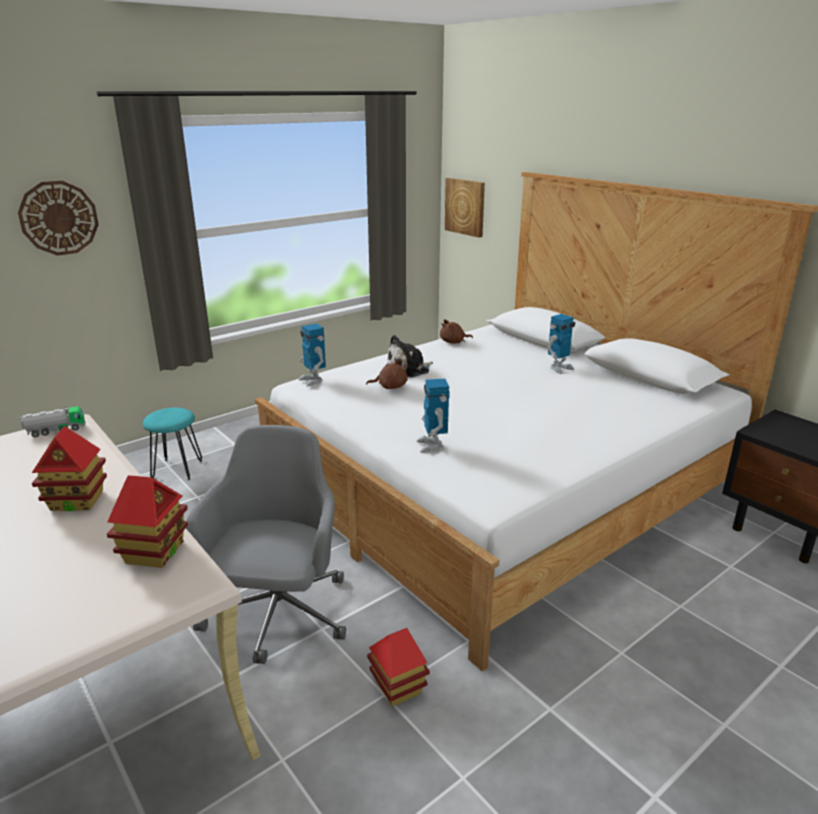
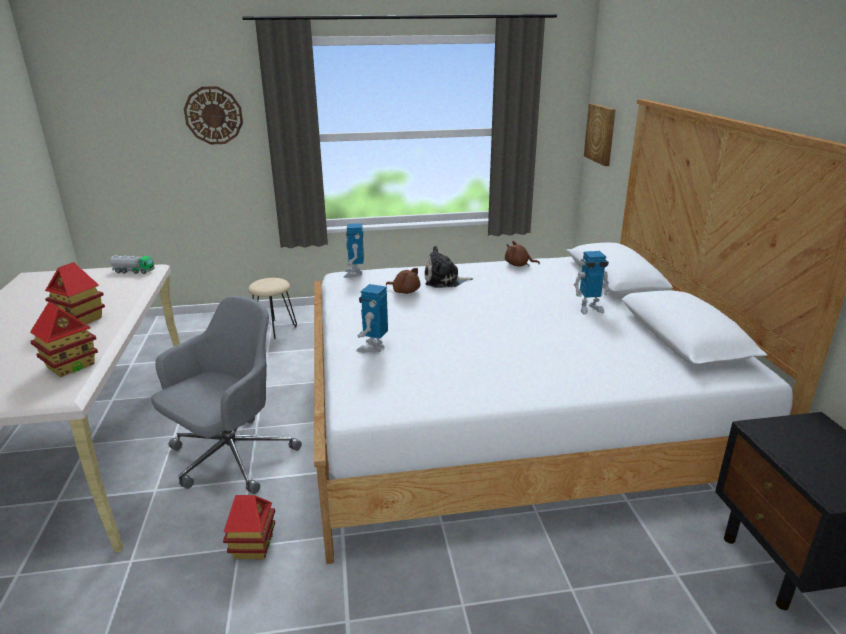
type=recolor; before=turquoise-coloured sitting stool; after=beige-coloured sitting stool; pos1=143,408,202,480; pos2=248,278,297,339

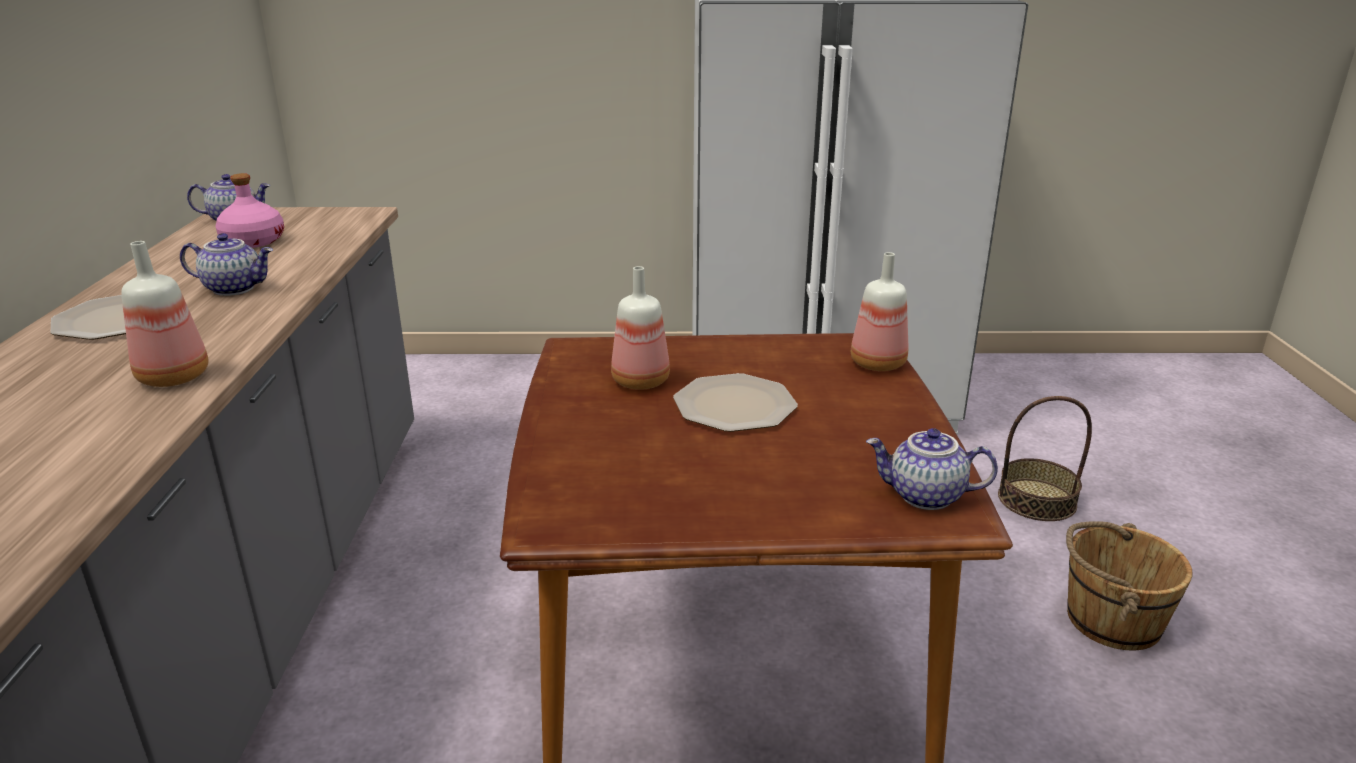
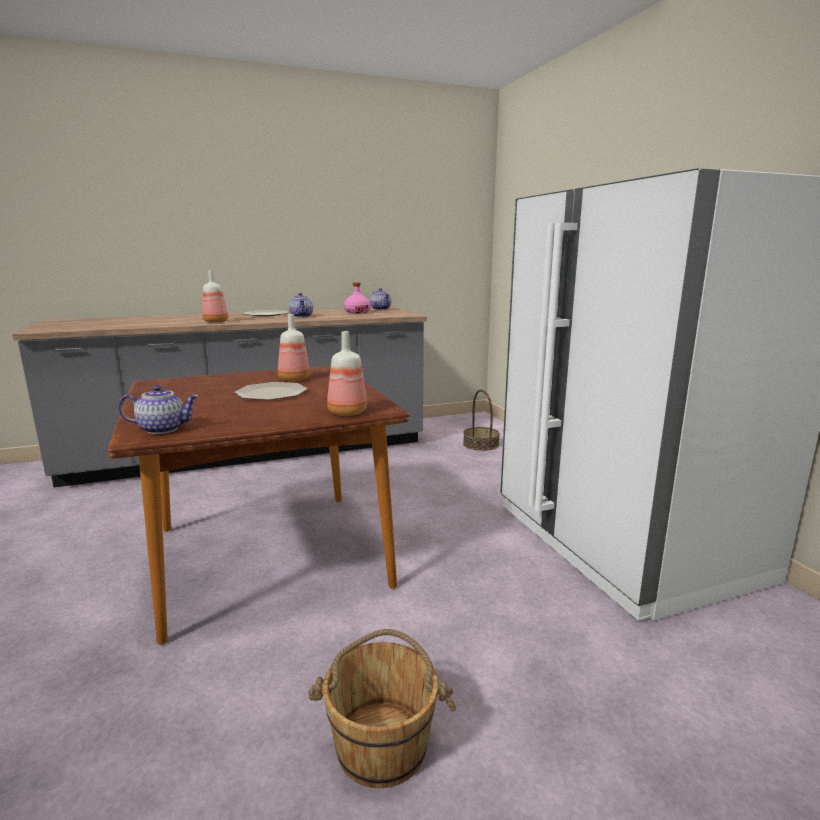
type=rotate; before=teapot; pos1=866,428,998,510; pos2=118,385,199,434; turn=90
type=move; before=storage basket; pos1=998,396,1092,521; pos2=463,390,500,451

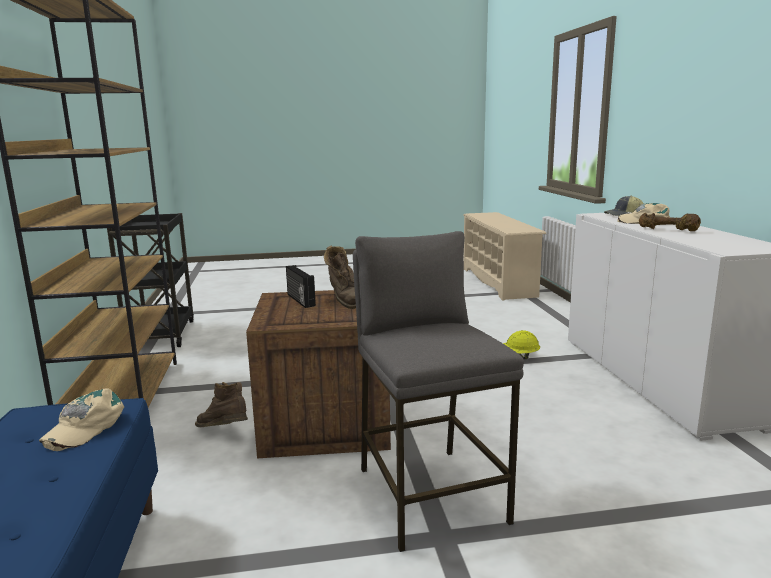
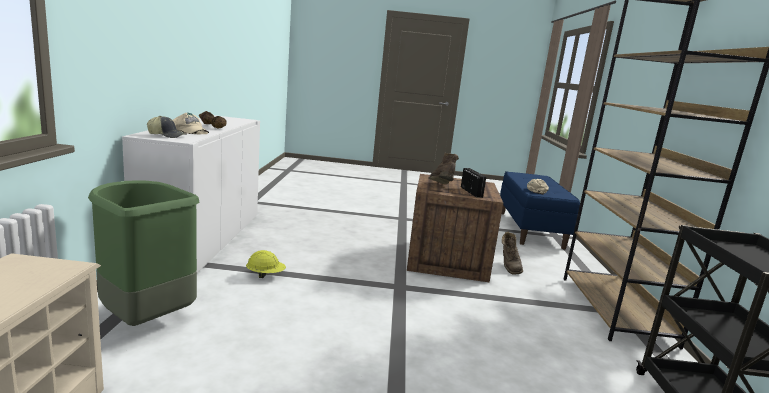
type=insert; after=green-coloured rubbish bin; pos2=88,180,200,326
type=rotate; before=brown-coloured tall boot; pos1=195,382,248,427; pos2=502,232,523,275; turn=45
type=delete; before=grey sitting stool; pos1=353,231,524,552

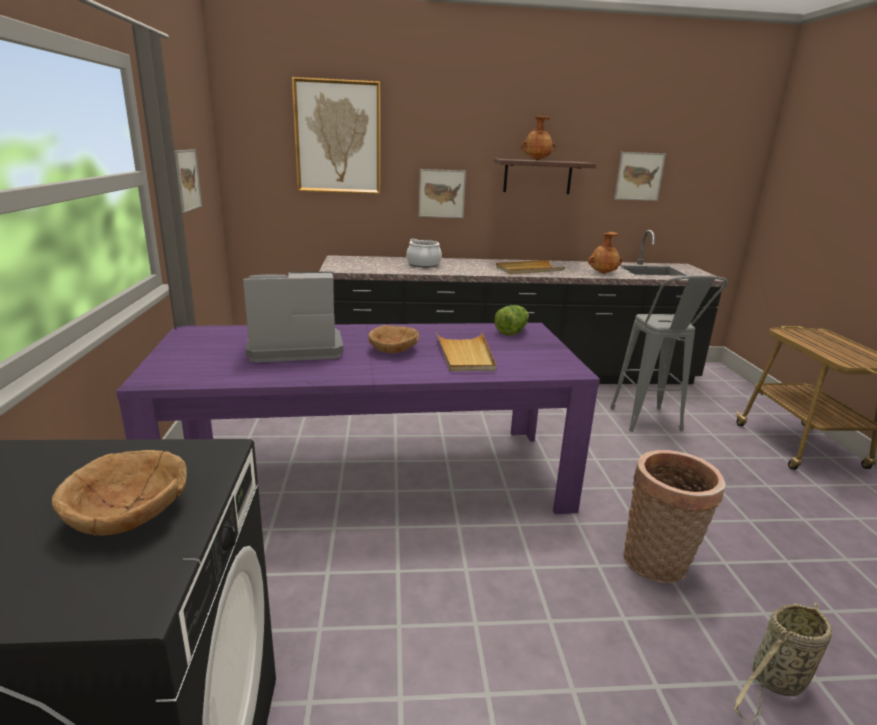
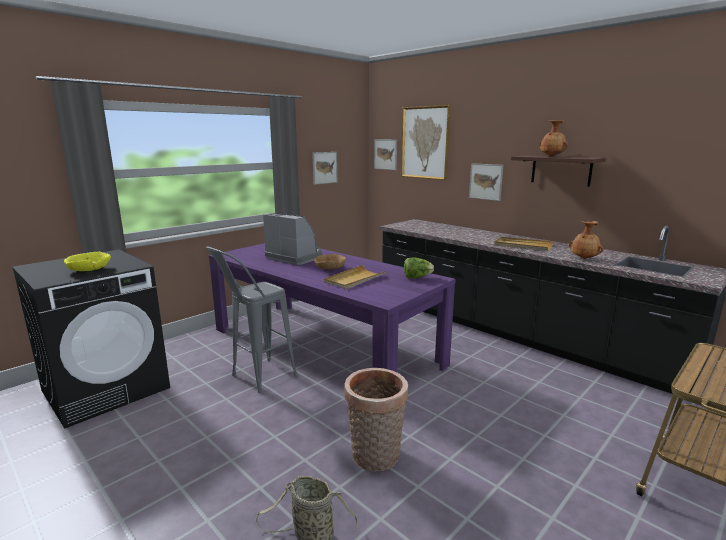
type=recolor; before=brown-coloured deep dish; after=yellow deep dish; pos1=52,450,187,536; pos2=64,252,111,271
type=move; before=grey sitting stool; pos1=610,276,728,432; pos2=205,247,297,393
type=move; before=picture; pos1=614,152,666,201; pos2=374,139,397,170
type=delete; before=saucepot; pos1=406,239,442,268

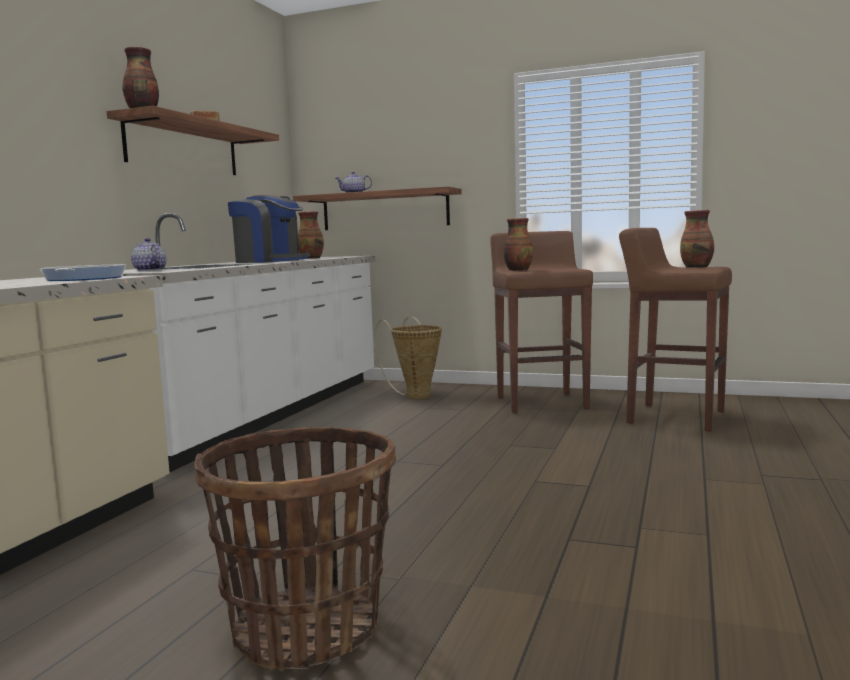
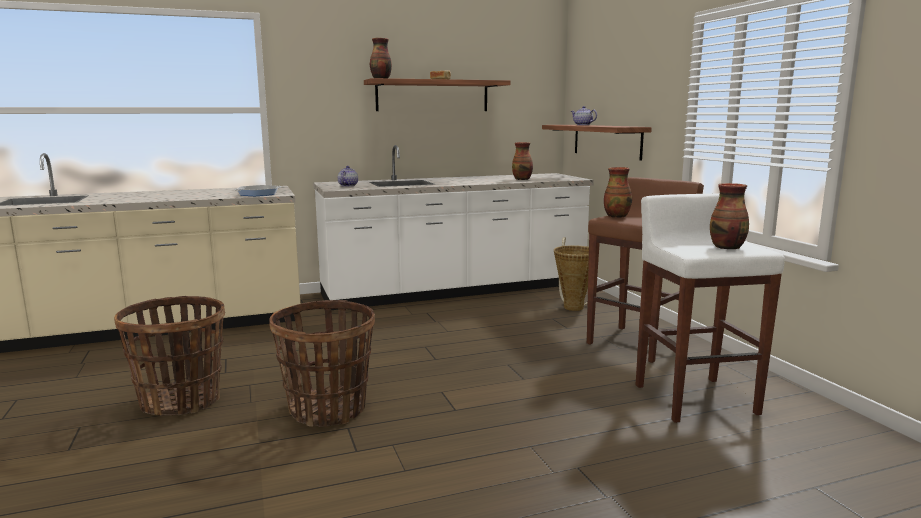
type=insert; after=storage basket; pos2=269,300,375,427
type=recolor; before=brown-coloured sitting stool; after=whitish sitting stool; pos1=619,228,732,432; pos2=636,193,785,423
type=delete; before=coffee brewer; pos1=228,195,310,263

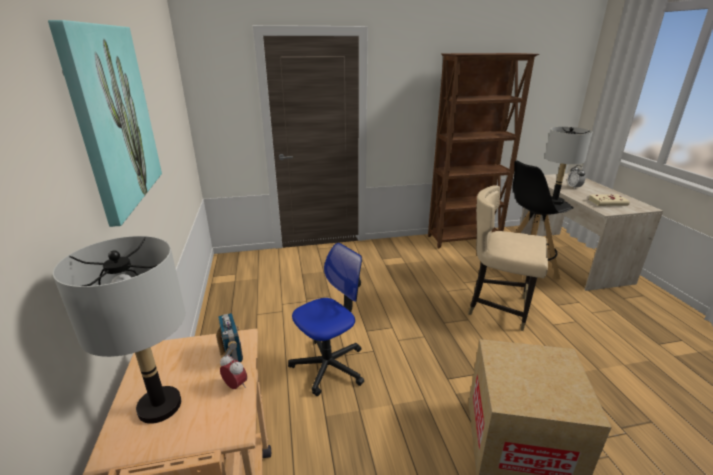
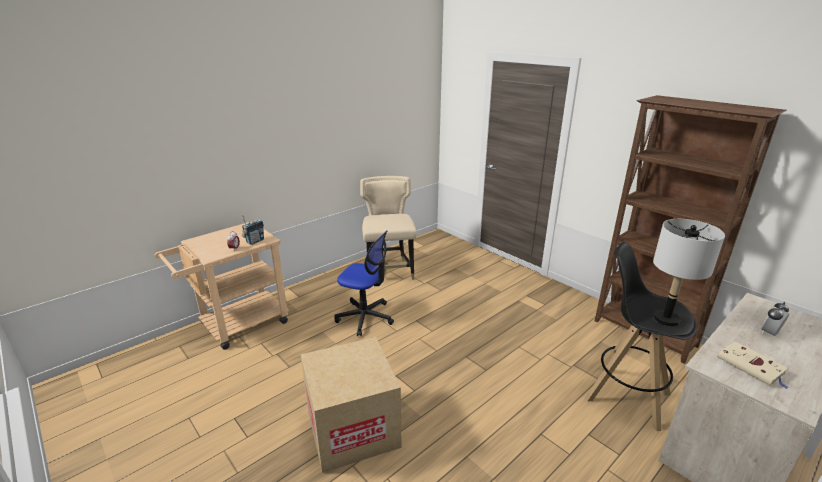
type=move; before=beige-coloured plain chair; pos1=468,185,548,331; pos2=360,176,417,280
type=delete; before=picture; pos1=48,20,162,227
type=delete; before=grey lamp for a table; pos1=53,236,185,424

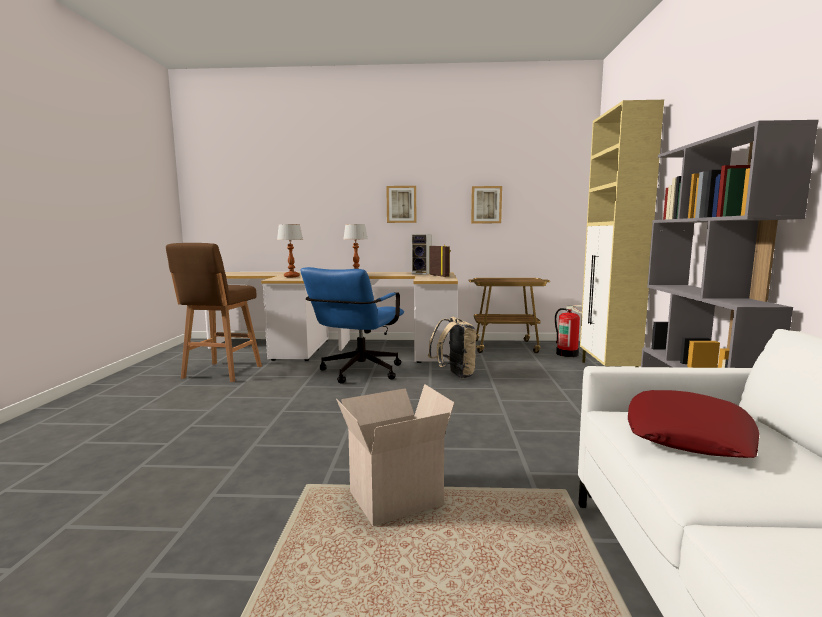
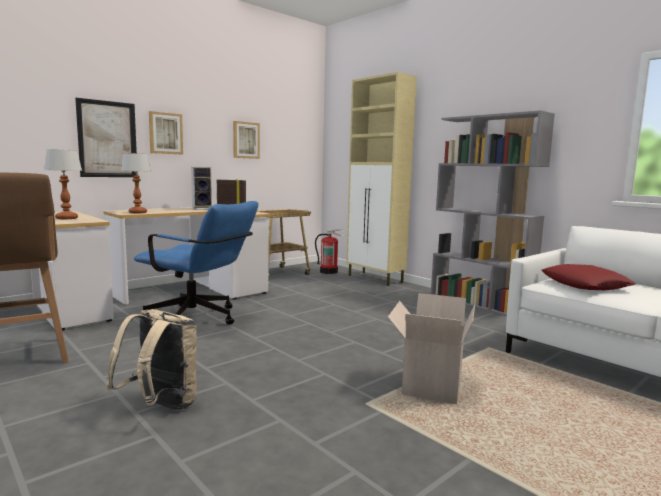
type=insert; after=picture; pos2=75,98,138,177
type=move; before=beige-coloured backpack; pos1=428,317,477,379; pos2=106,309,197,410
type=rotate; before=bluish desk chair; pos1=300,267,404,384; pos2=134,201,258,325; turn=-45

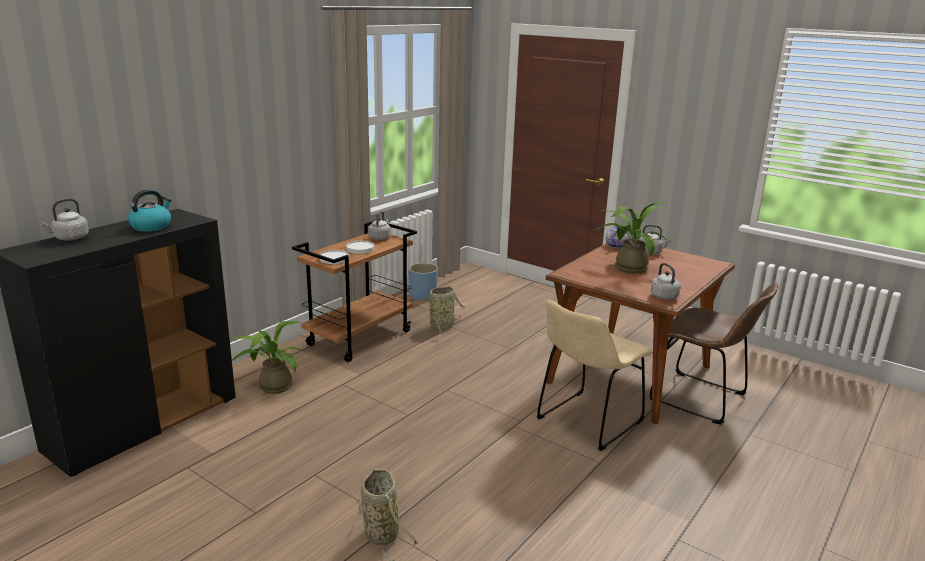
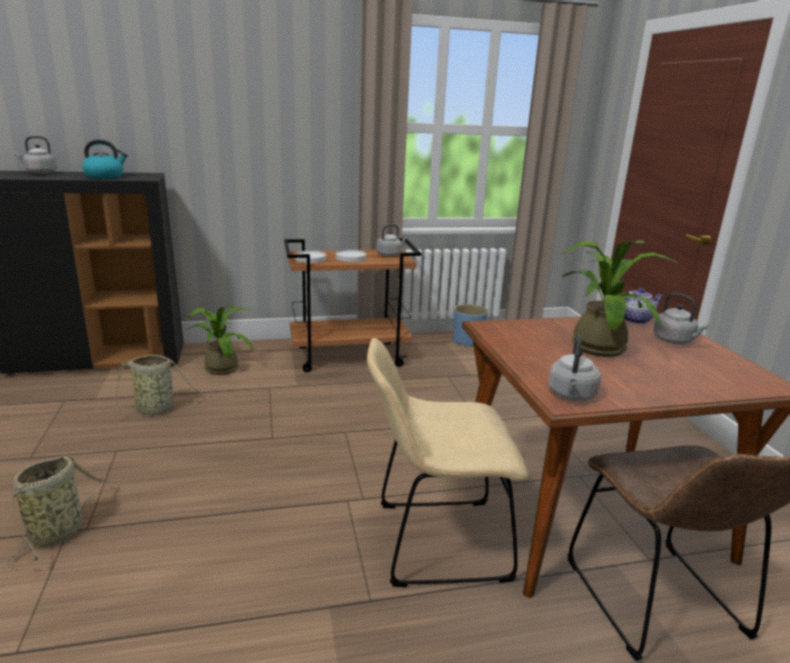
type=move; before=storage basket; pos1=424,286,465,333; pos2=113,355,212,415

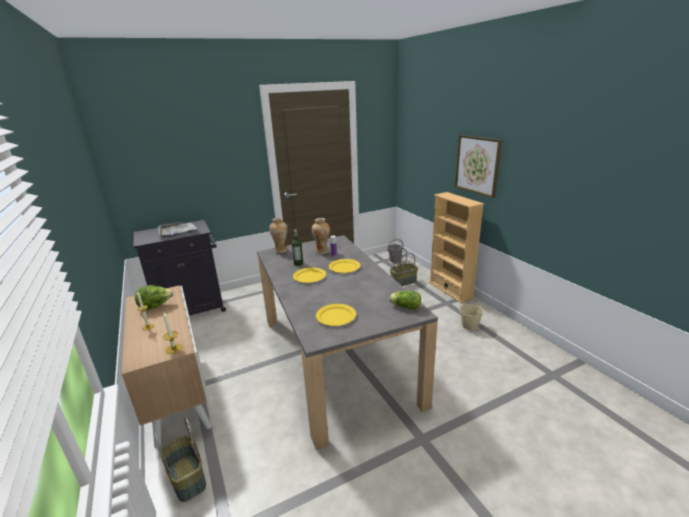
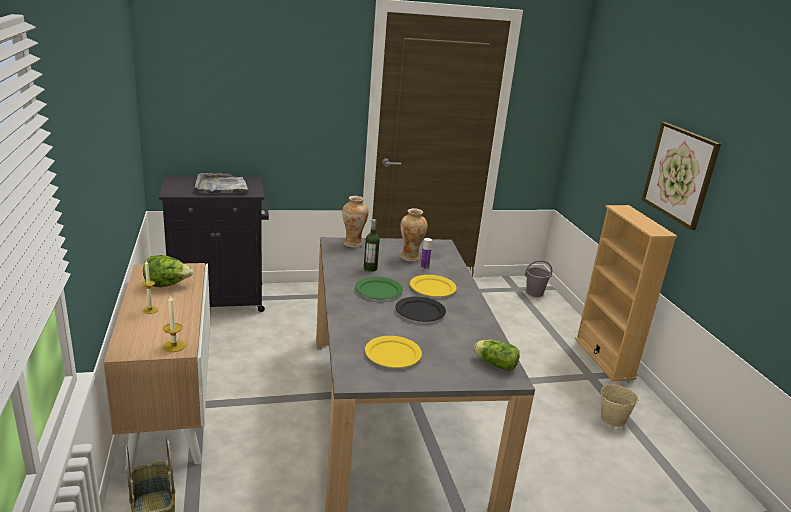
type=recolor; before=yellow flat dish; after=green-coloured flat dish; pos1=293,268,326,283; pos2=355,277,403,299
type=insert; after=black-coloured flat dish; pos2=395,296,446,322
type=delete; before=storage basket; pos1=390,248,418,286

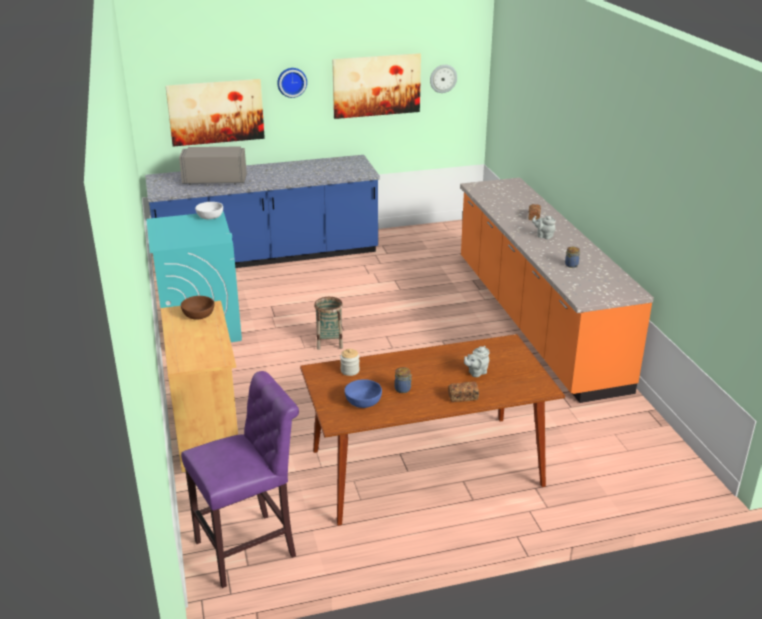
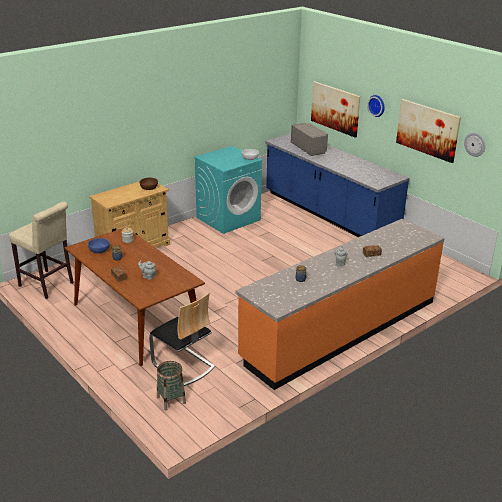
type=recolor; before=purple sitting stool; after=beige-coloured sitting stool; pos1=181,371,299,588; pos2=9,201,74,299
type=insert; after=plain chair; pos2=149,292,215,386
type=move; before=storage basket; pos1=314,297,343,350; pos2=157,361,186,410

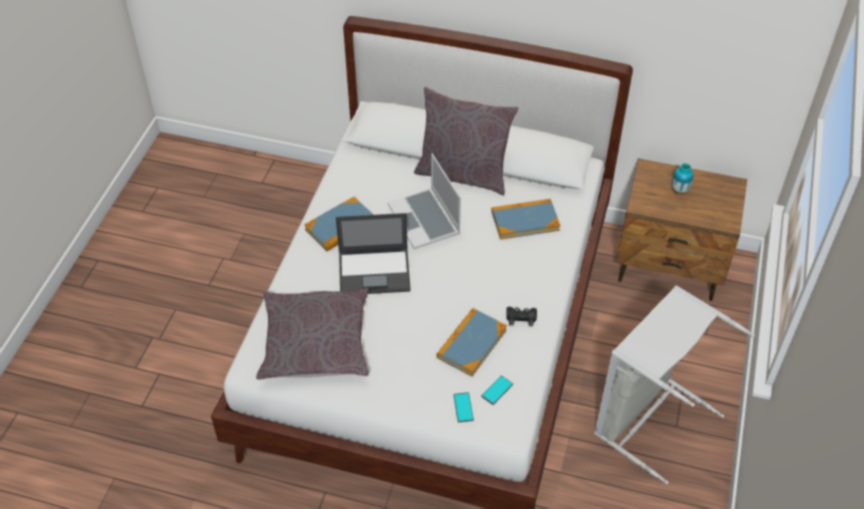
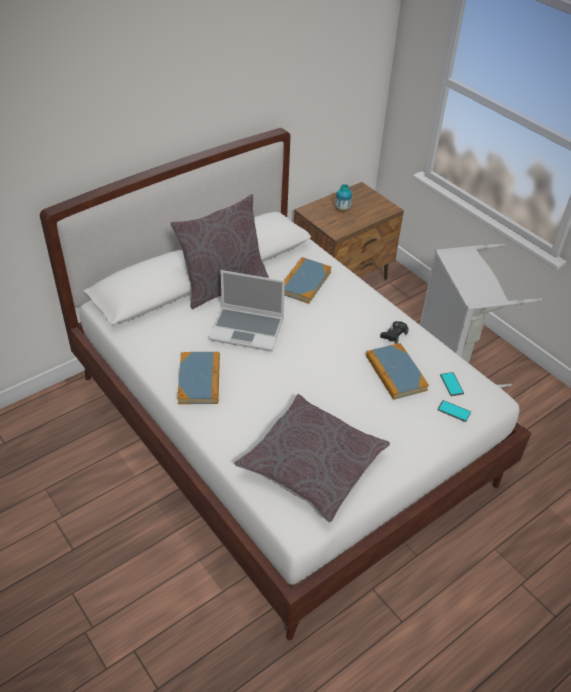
type=delete; before=portable computer; pos1=336,213,411,294

